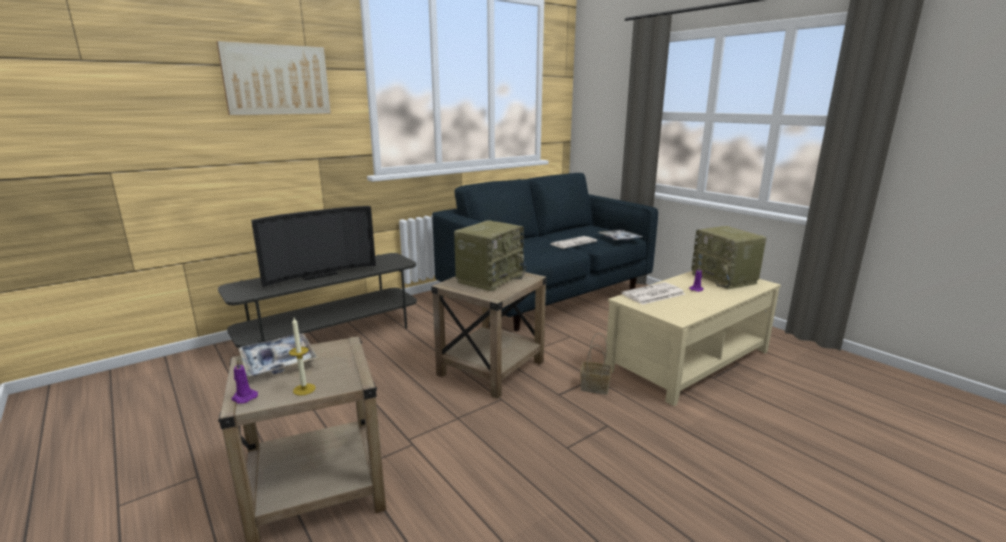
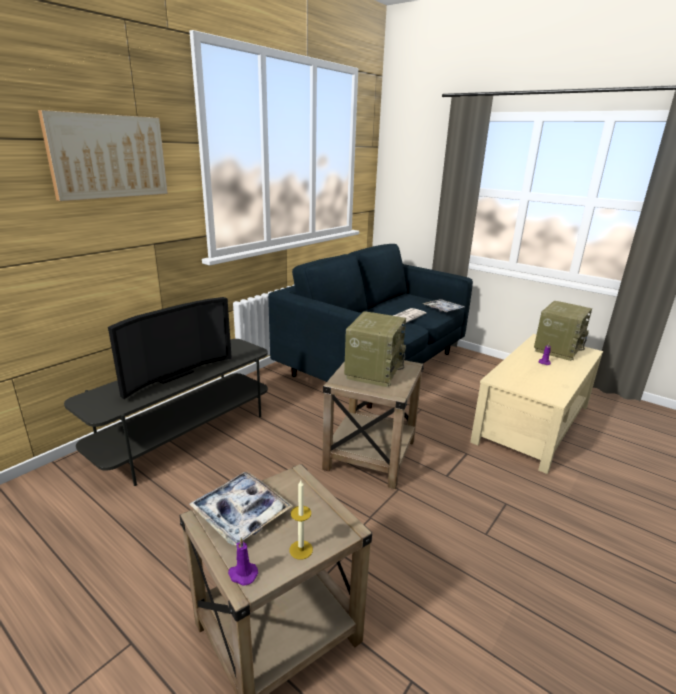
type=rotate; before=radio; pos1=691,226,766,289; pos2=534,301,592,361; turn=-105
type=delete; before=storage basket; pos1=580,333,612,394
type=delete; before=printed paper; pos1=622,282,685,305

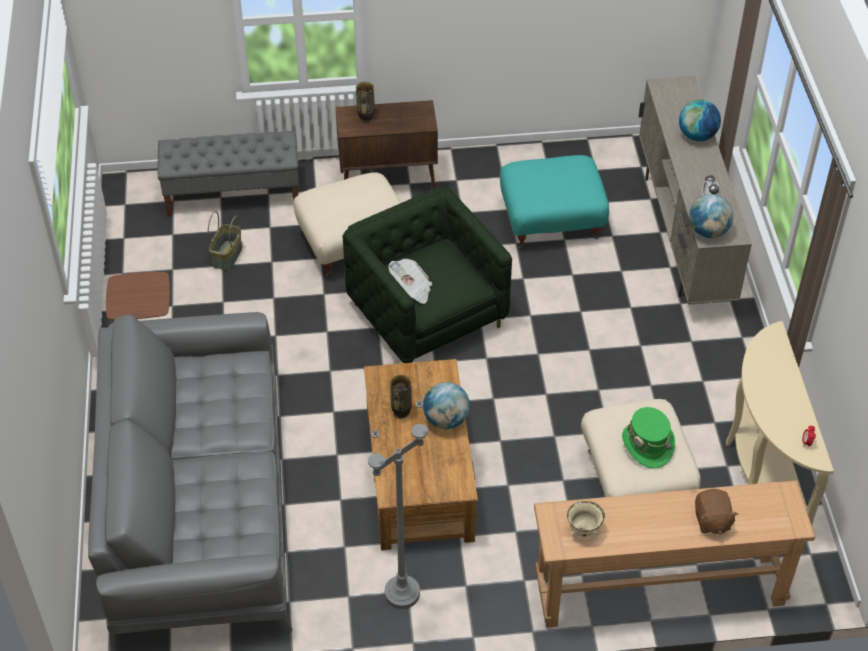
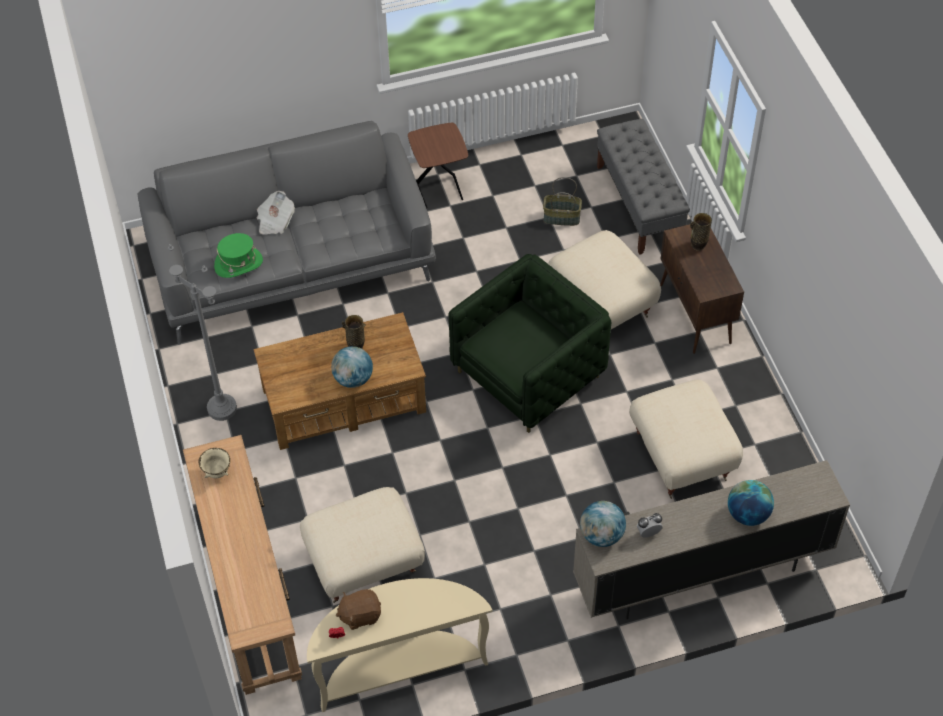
type=move; before=green-coloured hat; pos1=622,407,675,469; pos2=214,233,263,278
type=move; before=printed paper; pos1=389,259,432,304; pos2=257,191,295,234
type=move; before=brown-coloured plush toy; pos1=695,489,738,535; pos2=336,589,381,630
type=recolor; before=turquoise-coloured ottoman; after=beige-coloured ottoman; pos1=500,155,609,248; pos2=629,380,743,499

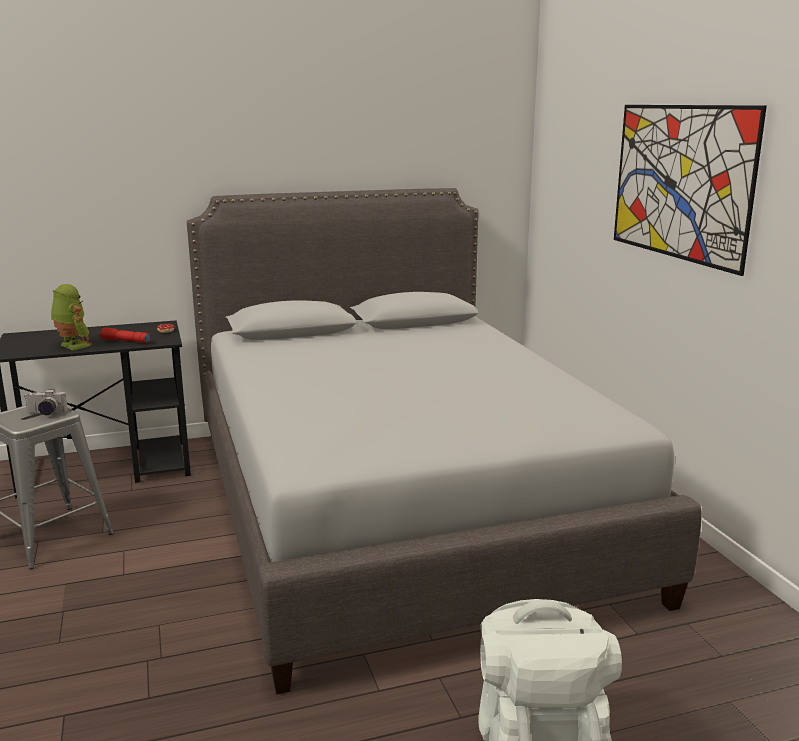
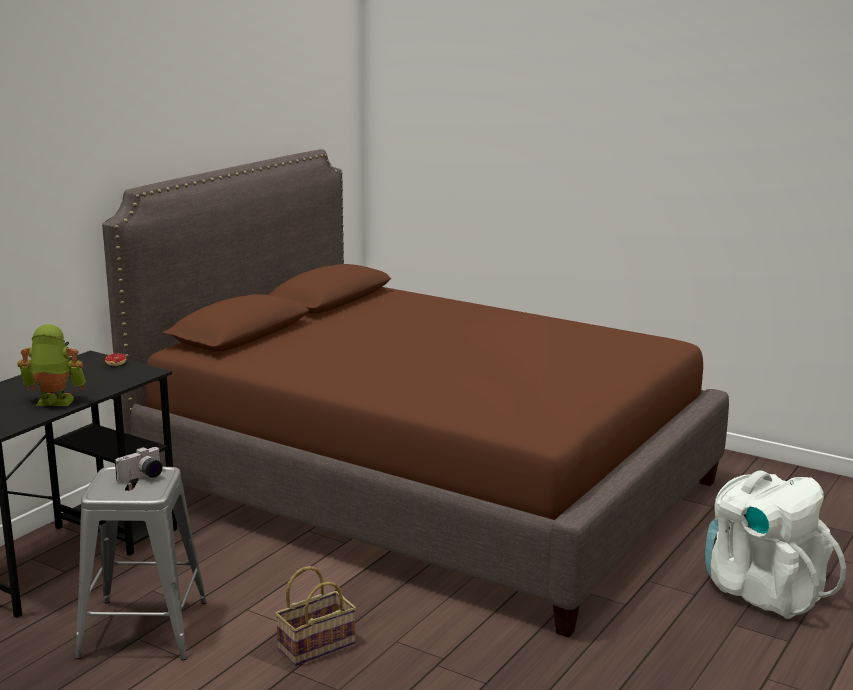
type=recolor; before=grey bed; after=brown-coloured bed; pos1=187,188,702,695; pos2=102,149,729,638
type=insert; after=storage basket; pos2=275,566,356,666
type=delete; before=red-coloured hand torch; pos1=99,328,151,343
type=delete; before=picture; pos1=614,105,767,276

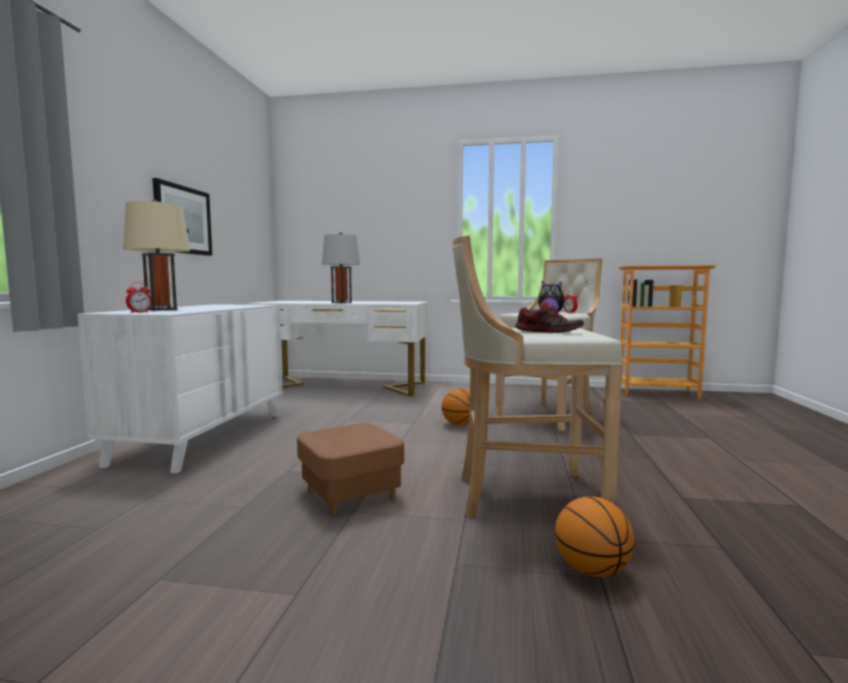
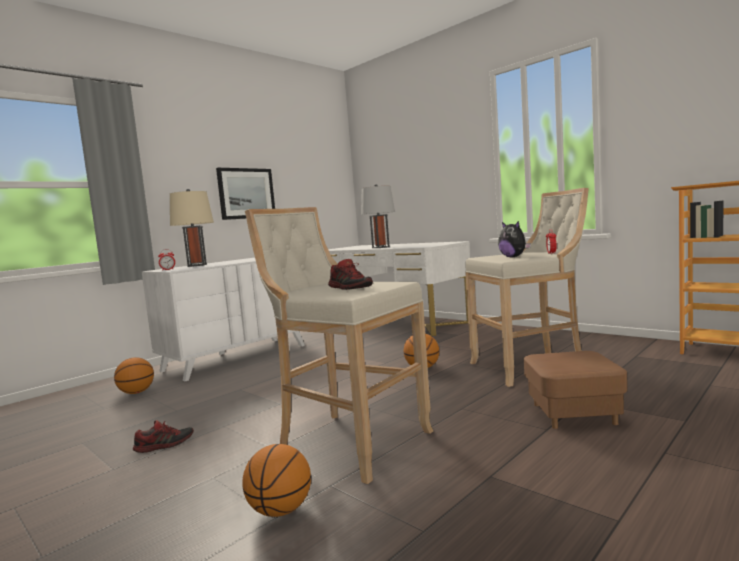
type=insert; after=basketball ball; pos2=114,357,154,394
type=insert; after=item of footwear; pos2=133,420,194,453
type=move; before=brown-coloured ottoman; pos1=297,423,404,515; pos2=524,351,627,429

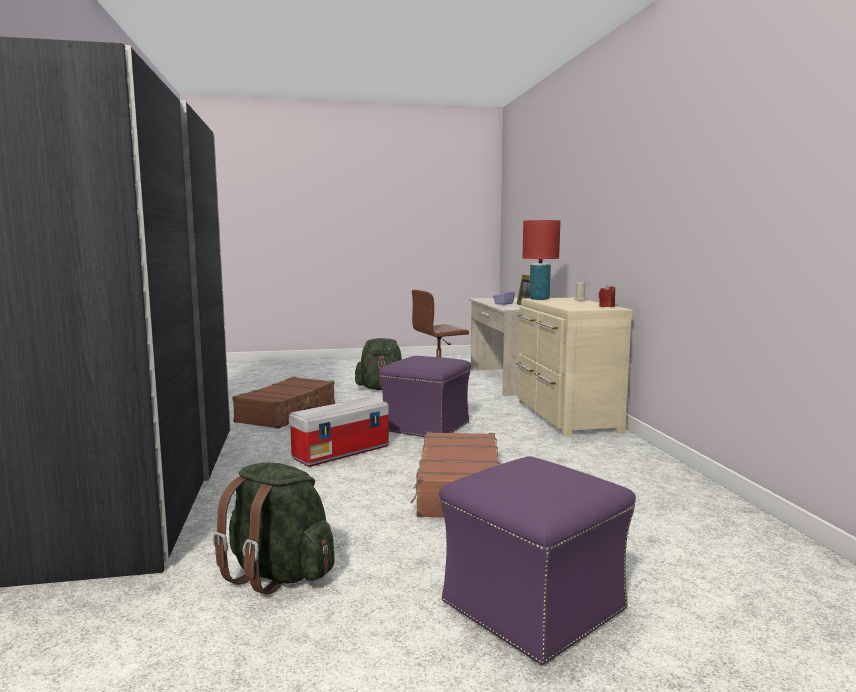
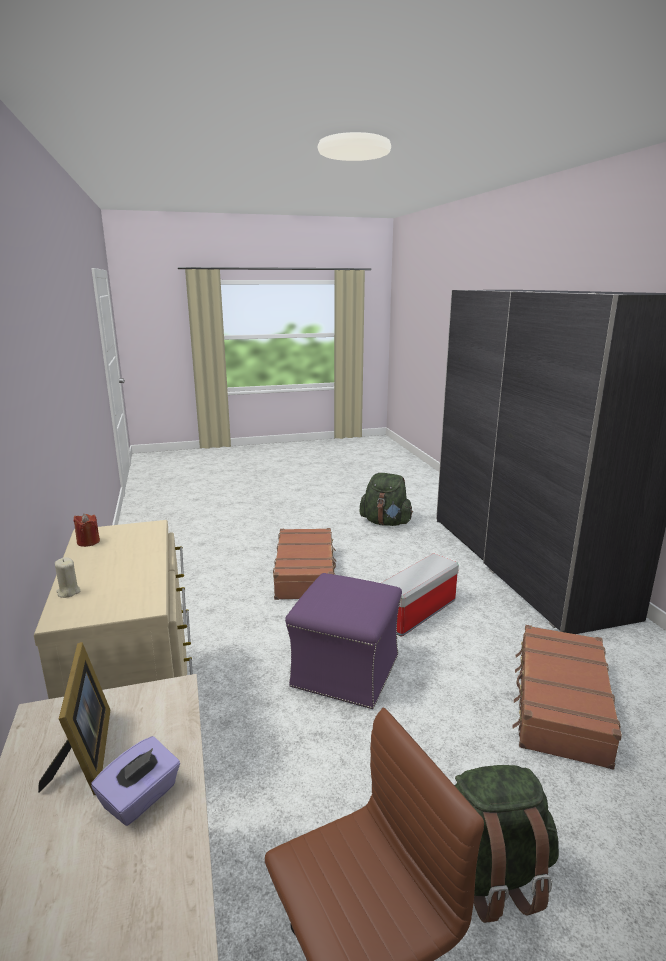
type=delete; before=purple ottoman; pos1=439,456,636,665
type=delete; before=red-coloured lamp for a table; pos1=523,220,560,300

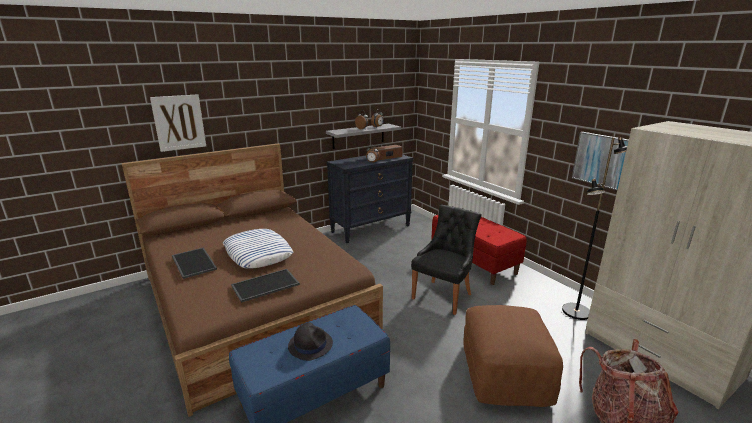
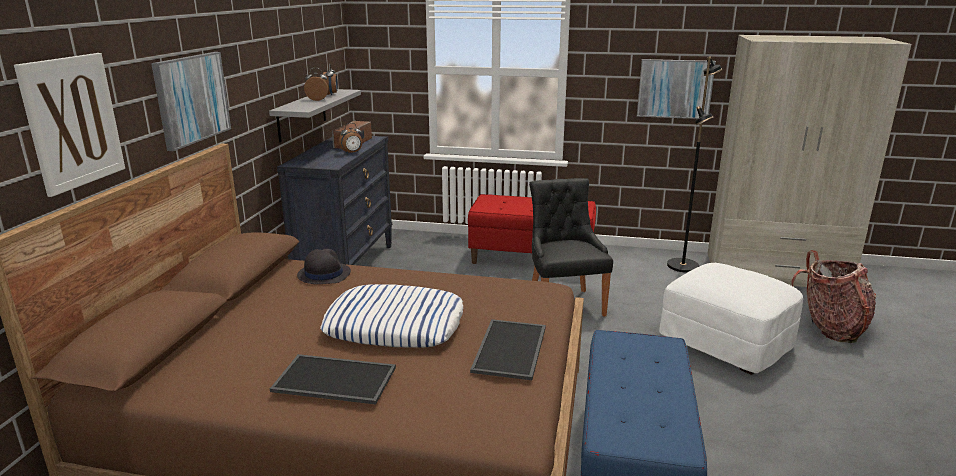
type=insert; after=picture; pos2=151,52,231,151
type=move; before=black-coloured hat; pos1=288,322,333,361; pos2=297,249,351,284
type=recolor; before=brown-coloured ottoman; after=whitish ottoman; pos1=463,305,563,407; pos2=659,263,803,375

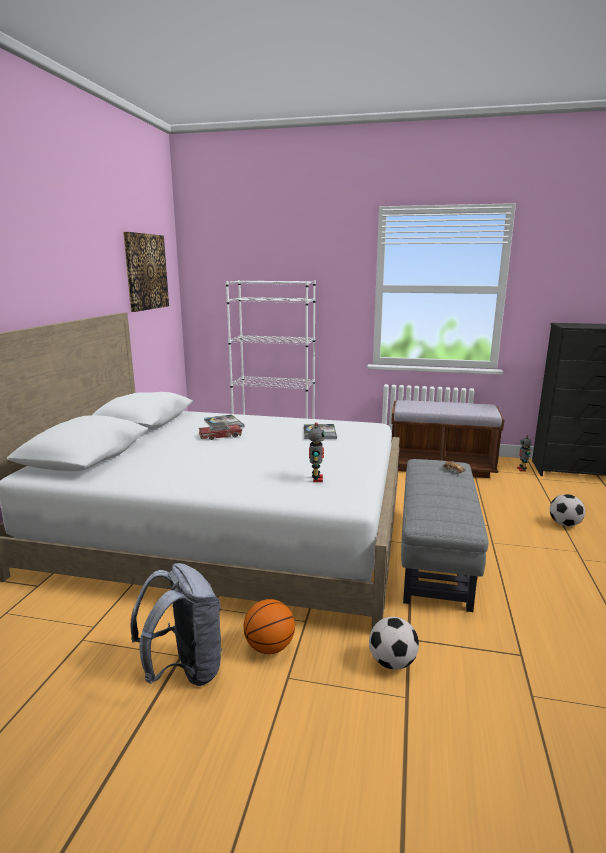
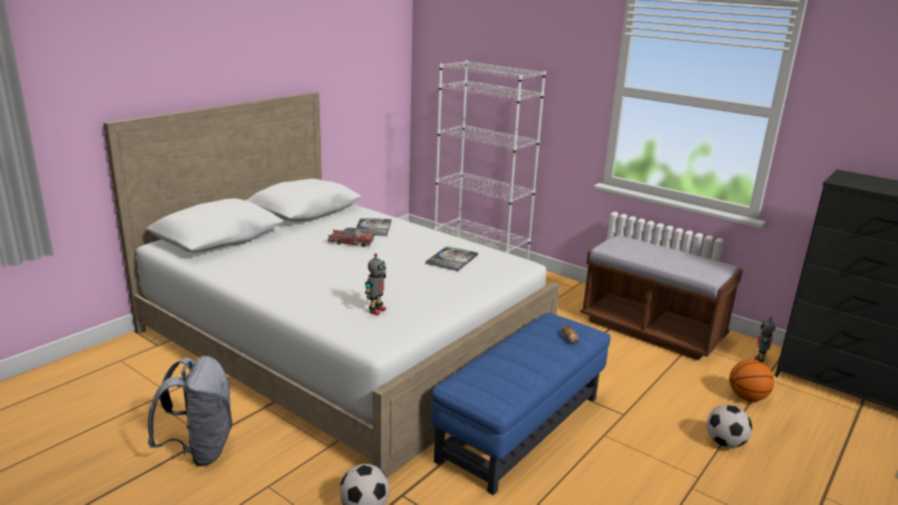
type=recolor; before=grey ottoman; after=bluish ottoman; pos1=401,459,489,612; pos2=431,313,610,495
type=move; before=basketball ball; pos1=244,599,295,654; pos2=729,360,774,402
type=delete; before=picture; pos1=123,232,169,312

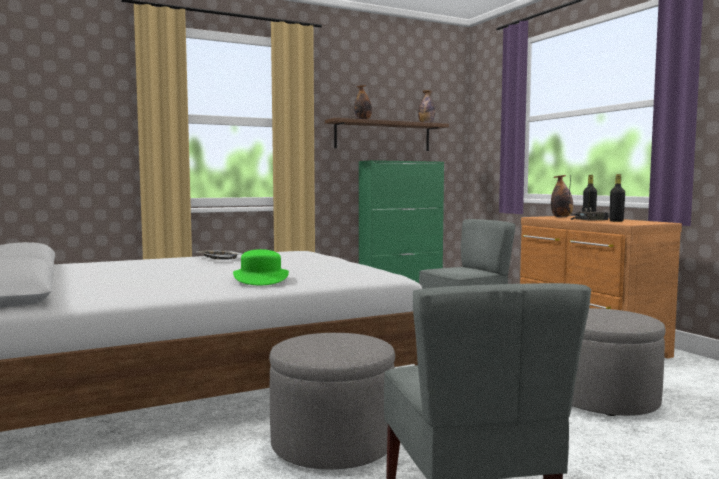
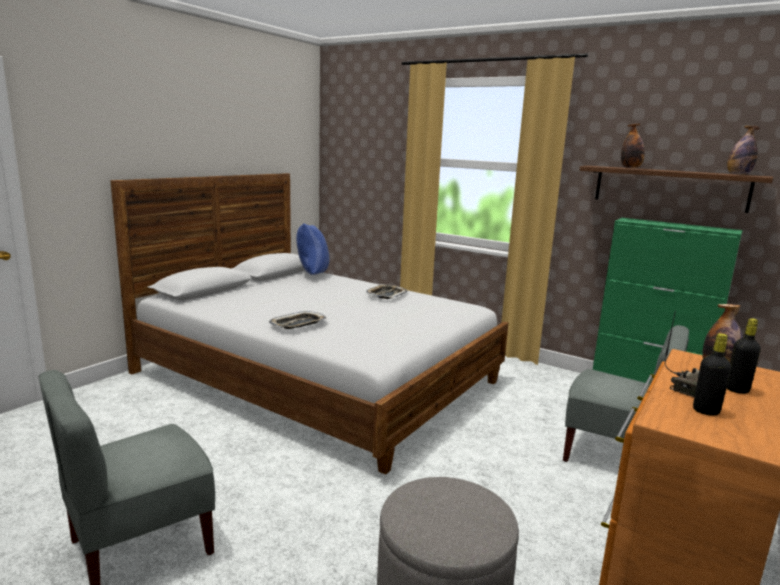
type=replace; before=green-coloured hat; after=carrying tray; pos1=233,249,289,285; pos2=269,311,326,329
type=insert; after=bluish pillow; pos2=296,223,330,275
type=delete; before=grey ottoman; pos1=269,333,395,470

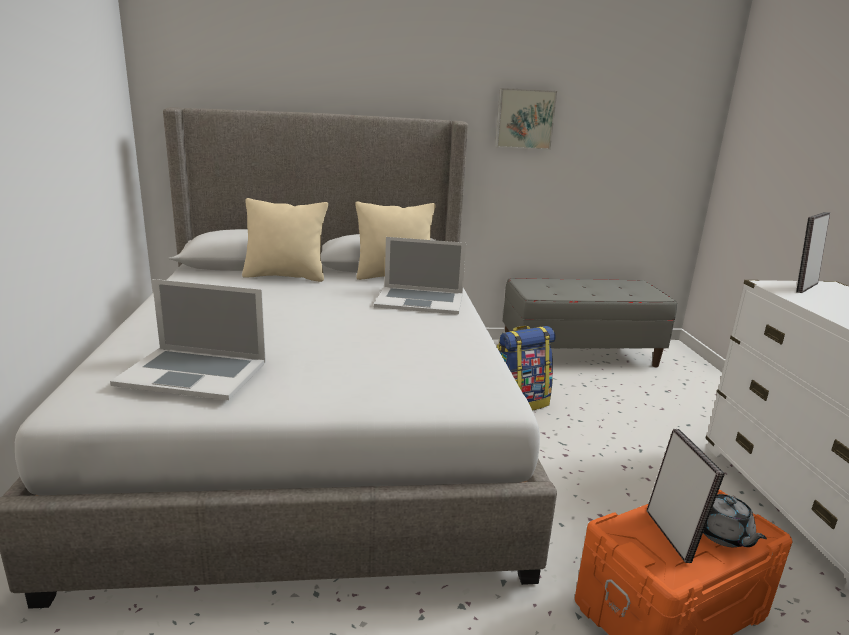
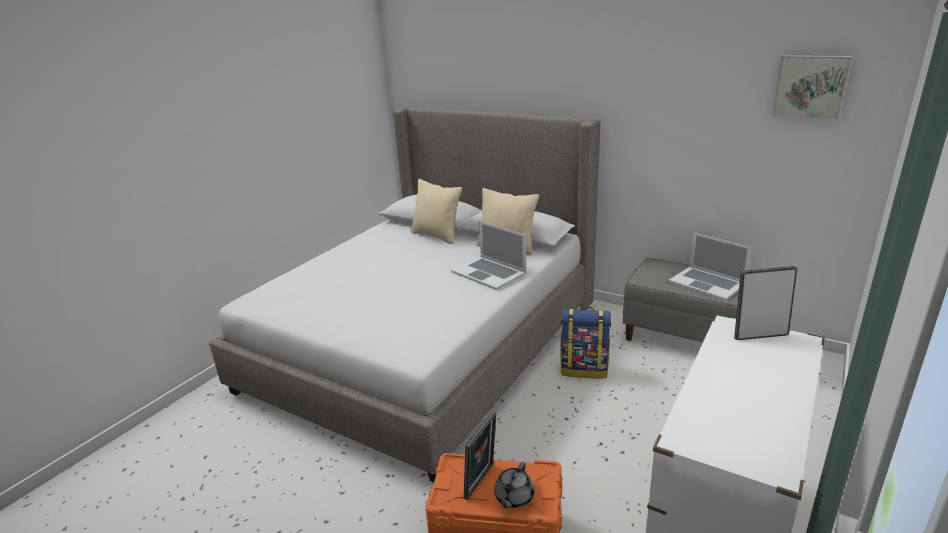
type=move; before=portable computer; pos1=110,279,266,400; pos2=669,233,752,301
type=move; before=picture; pos1=495,88,557,150; pos2=772,55,851,120

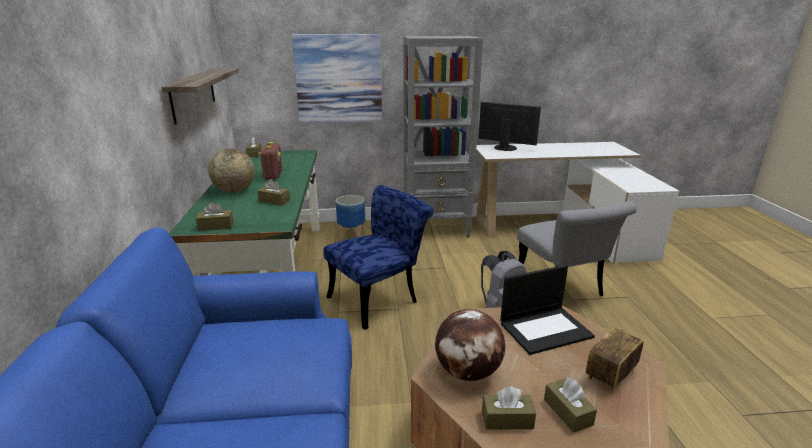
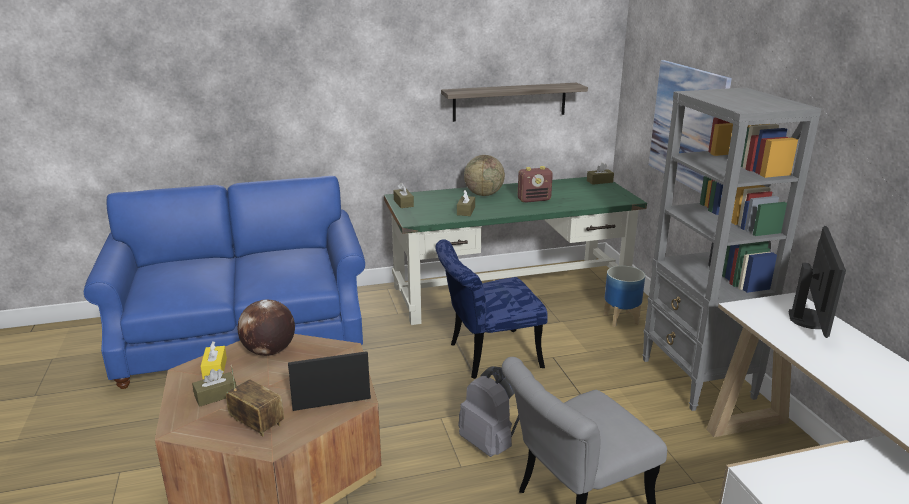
type=recolor; before=brown-coloured tissue holder; after=yellow tissue holder; pos1=482,386,536,429; pos2=200,342,227,379
type=rotate; before=portable computer; pos1=500,265,595,355; pos2=288,351,371,411; turn=105
type=rotate; before=bluish plain chair; pos1=323,185,434,330; pos2=435,239,548,379; turn=120

